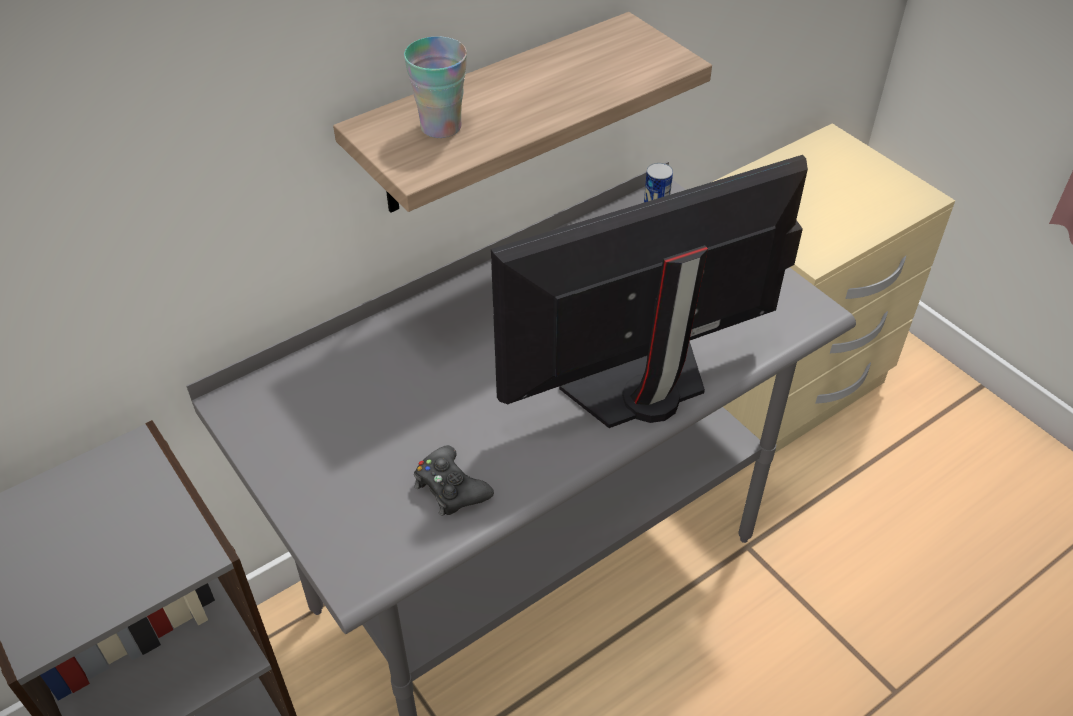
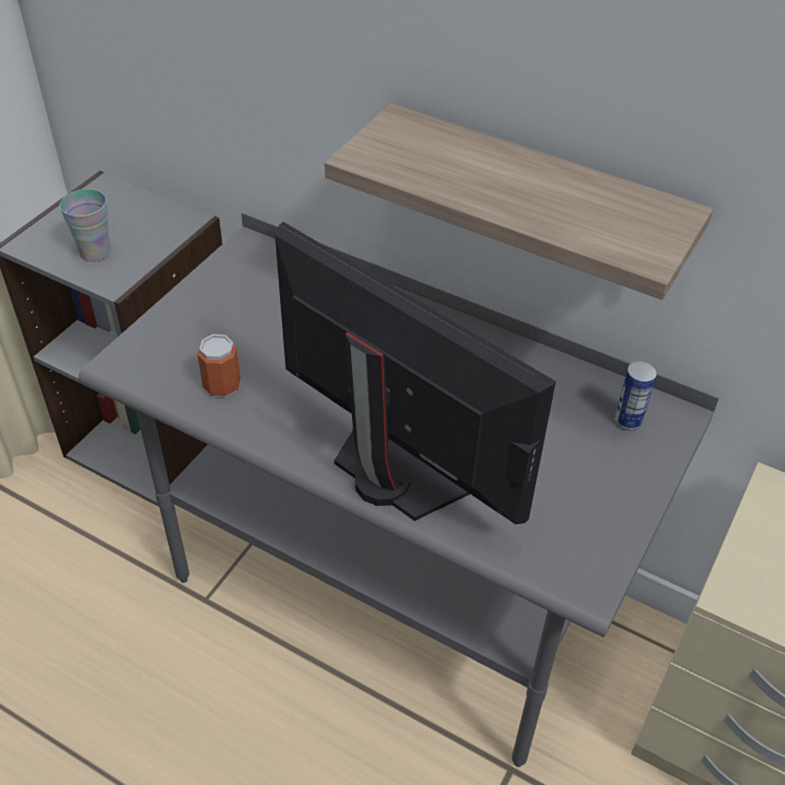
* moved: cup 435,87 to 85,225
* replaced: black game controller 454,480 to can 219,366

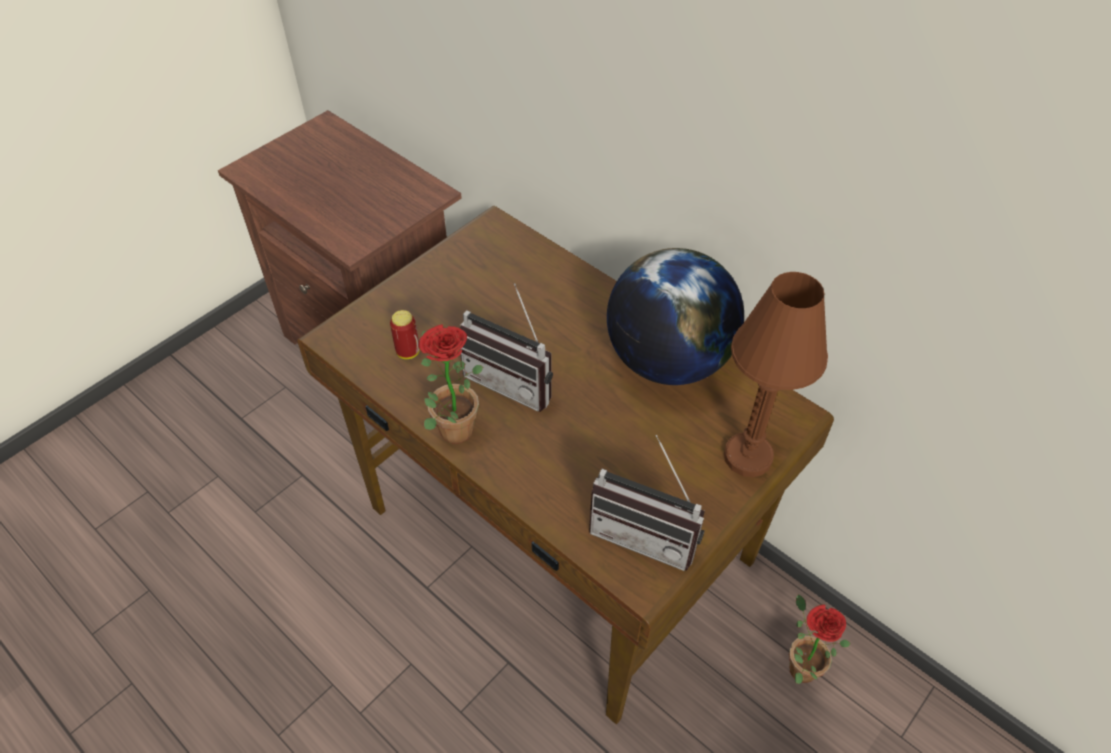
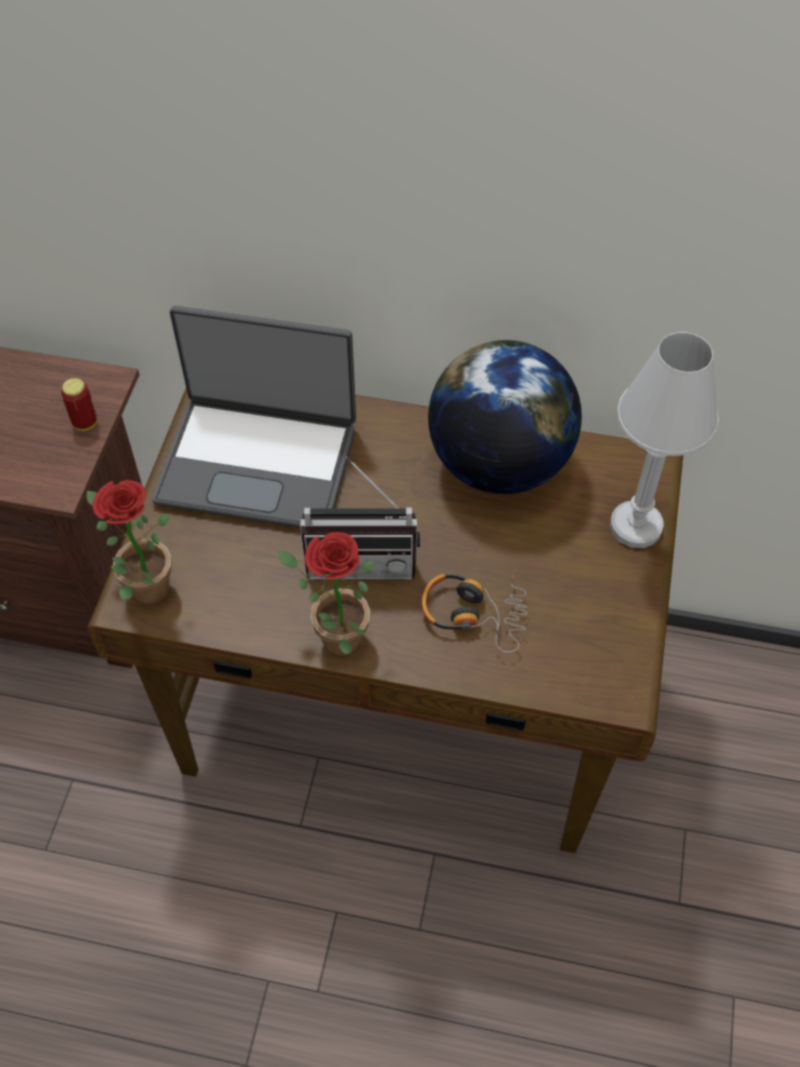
* moved: can 405,334 to 79,404
* removed: radio 647,503
* recoloured: brown table lamp 776,374 to white table lamp 664,440
* moved: potted plant 820,639 to 129,543
* added: laptop 254,417
* added: headphones 474,613

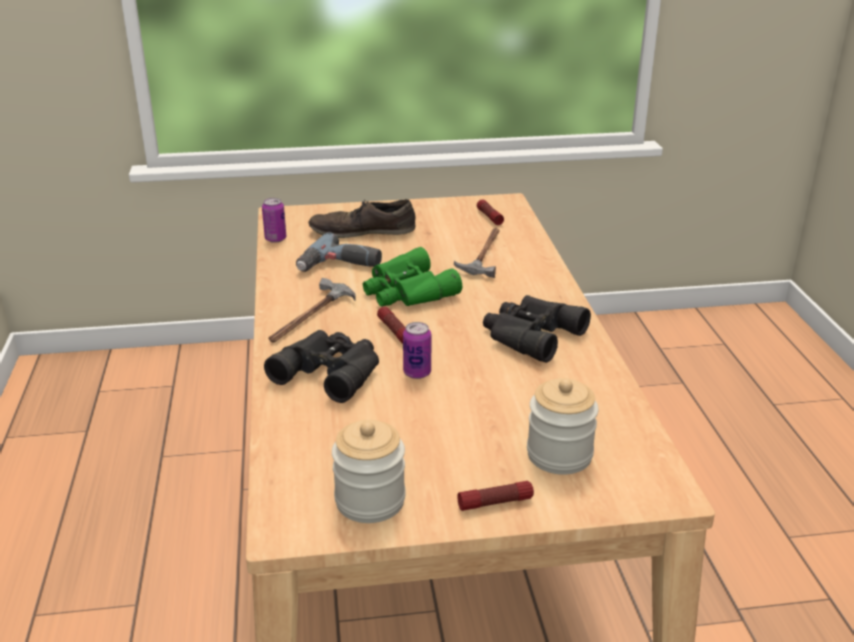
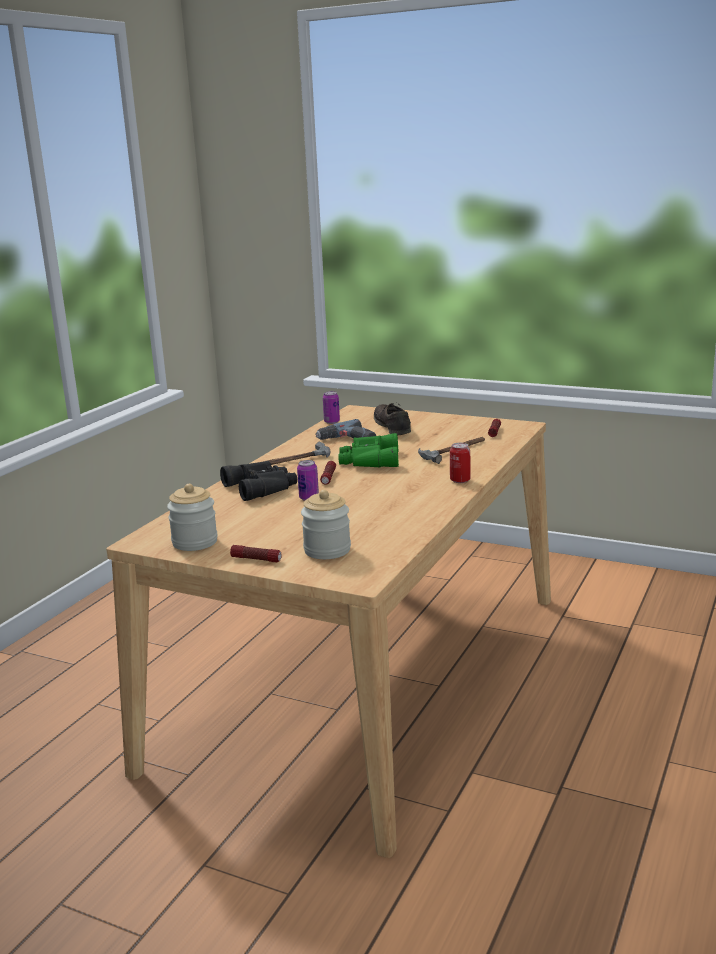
* turned: brown shoe 362,218 = 392,419 45 degrees clockwise
* removed: black binoculars 537,329
* added: can 460,463

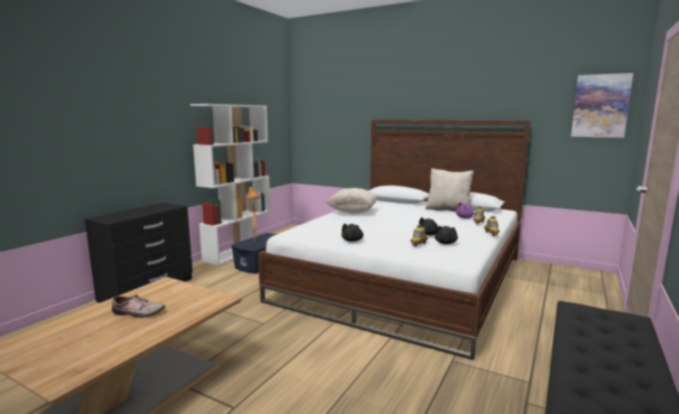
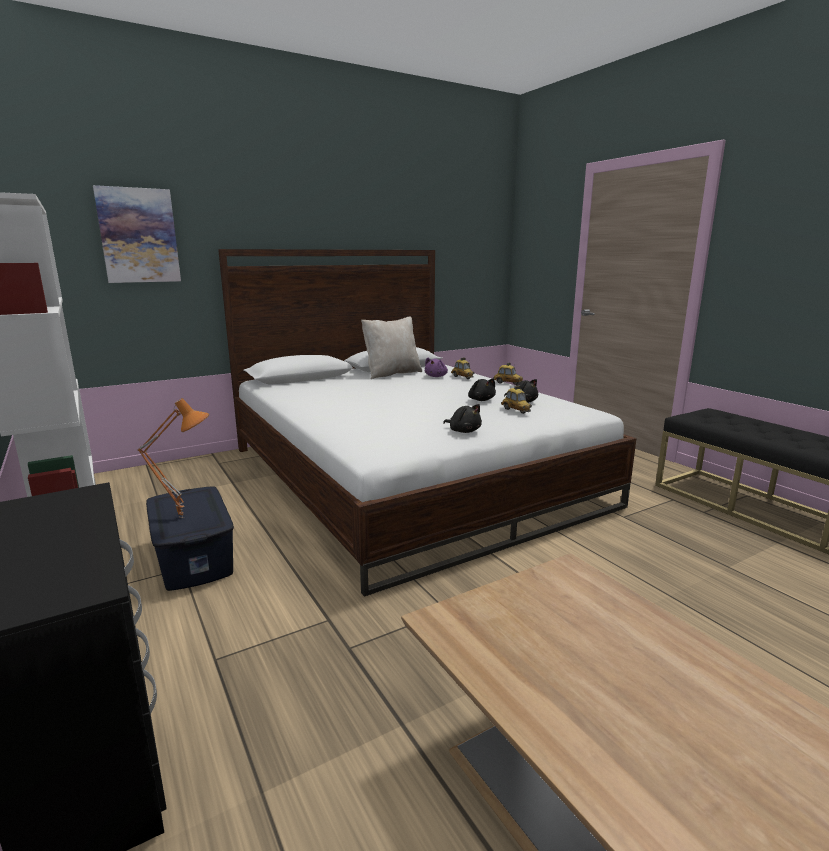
* removed: shoe 138,306
* removed: beige pillow 352,201
* moved: picture 602,105 to 137,234

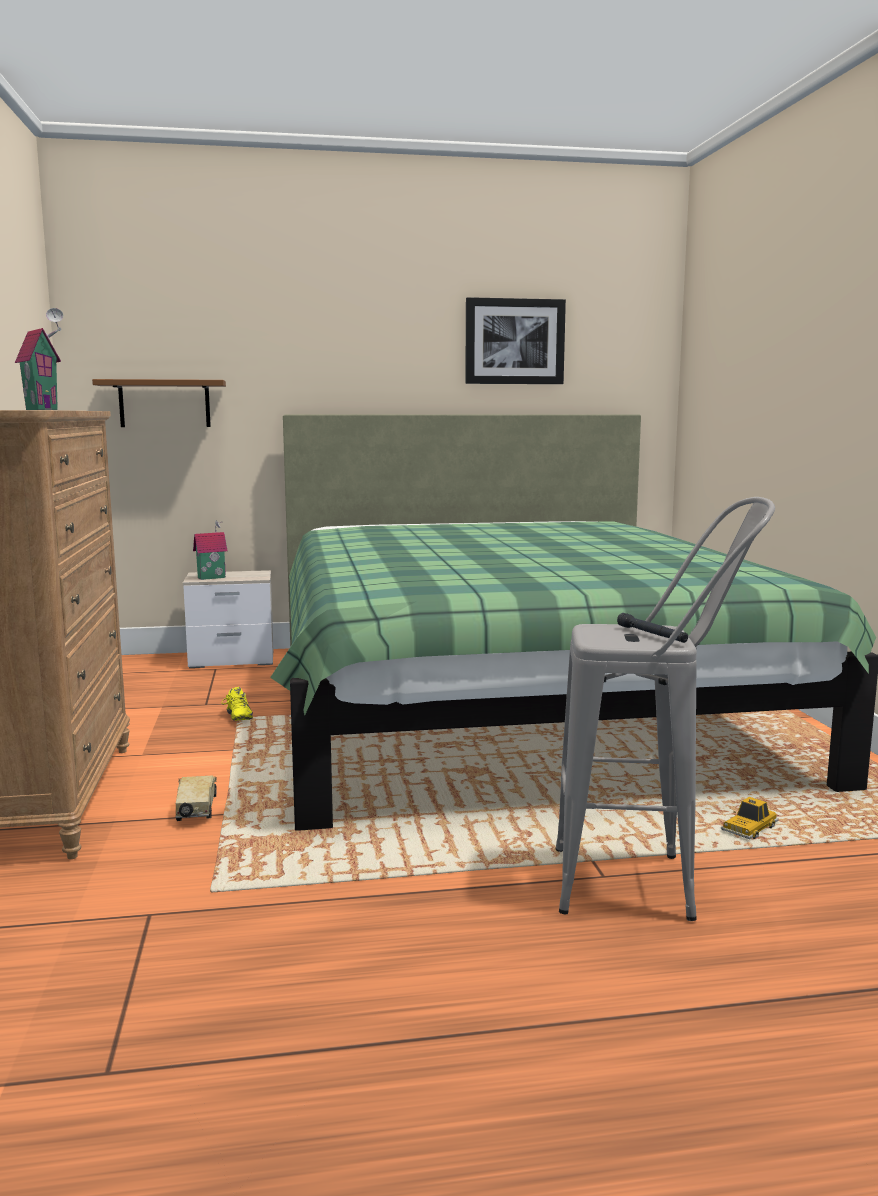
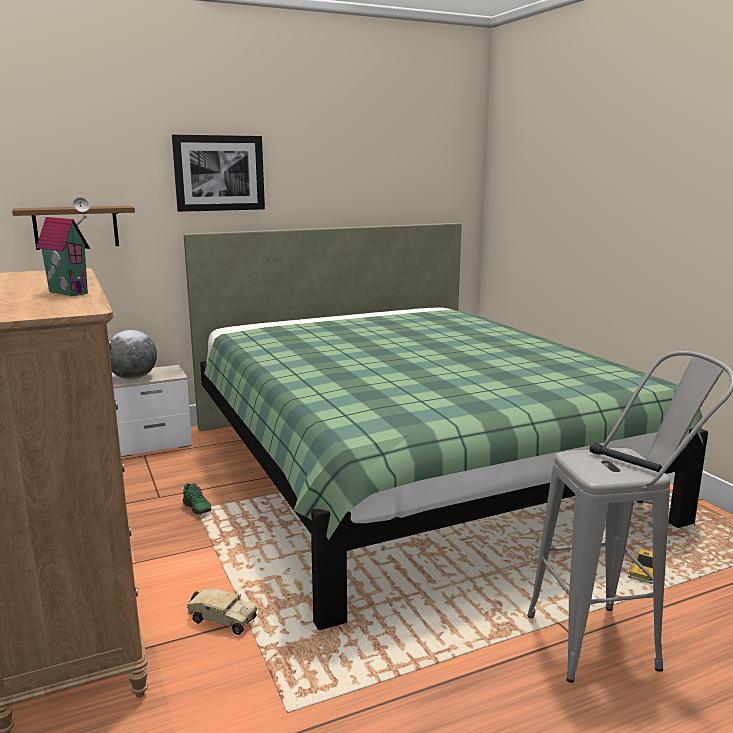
* turned: toy truck 196,798 = 222,612 135 degrees clockwise
* replaced: toy house 210,550 to globe 133,354
* recoloured: yellow shoe 237,704 to green shoe 197,498
* moved: picture 515,340 to 218,173

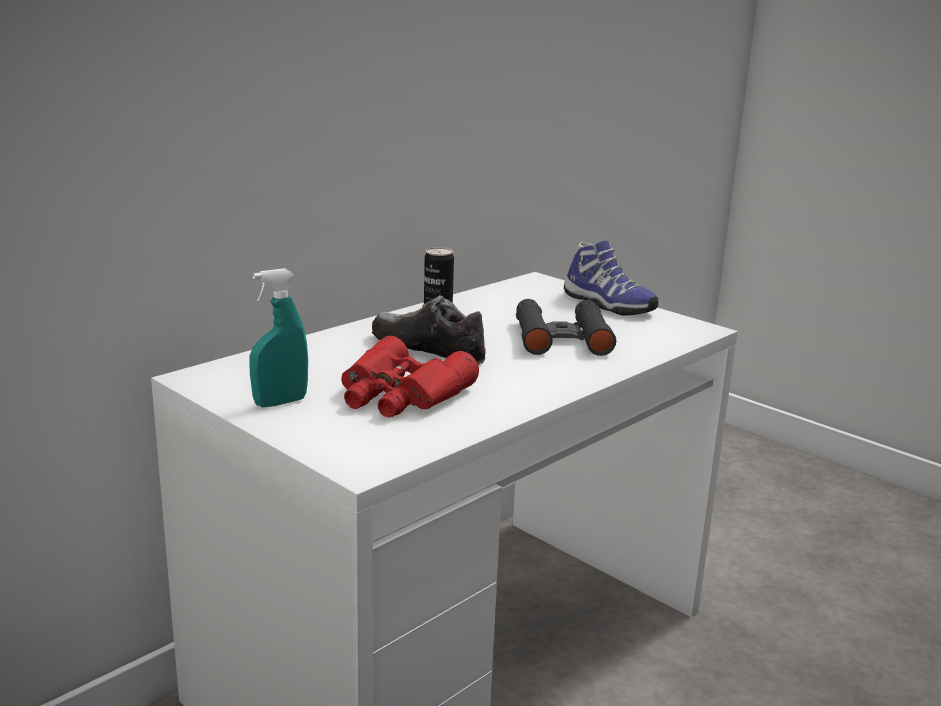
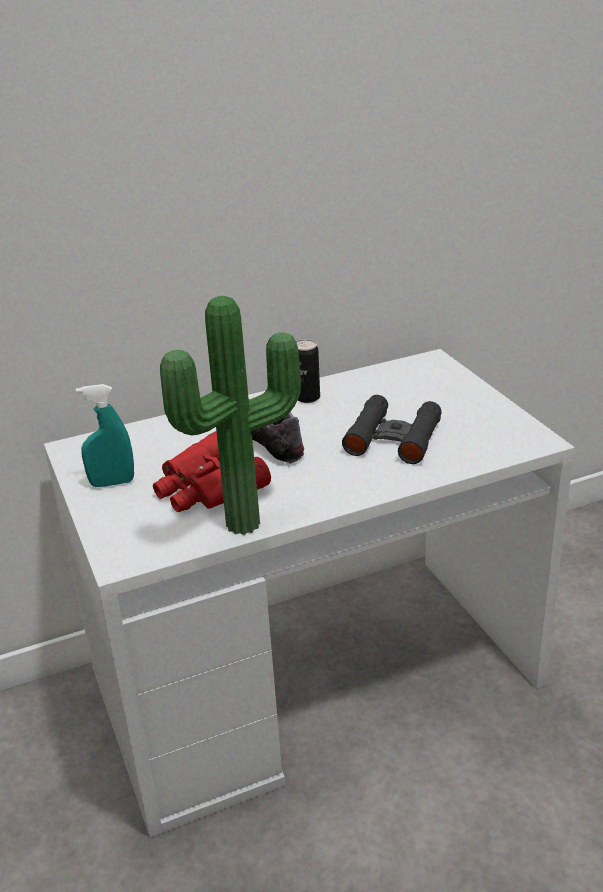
* removed: shoe 611,278
* added: potted plant 230,415

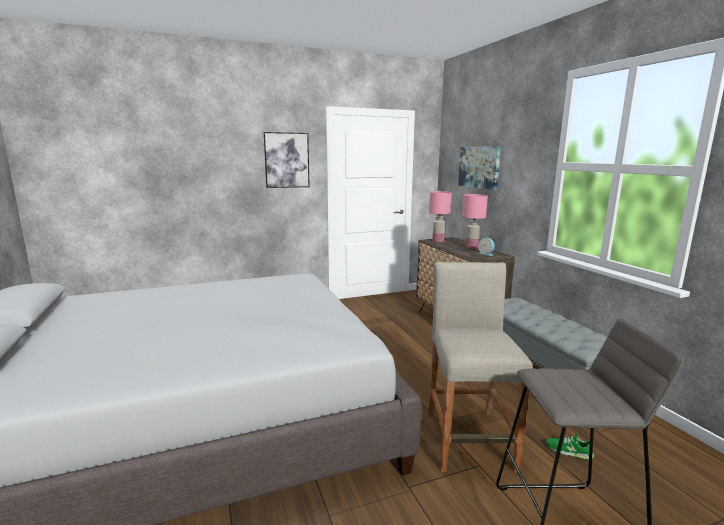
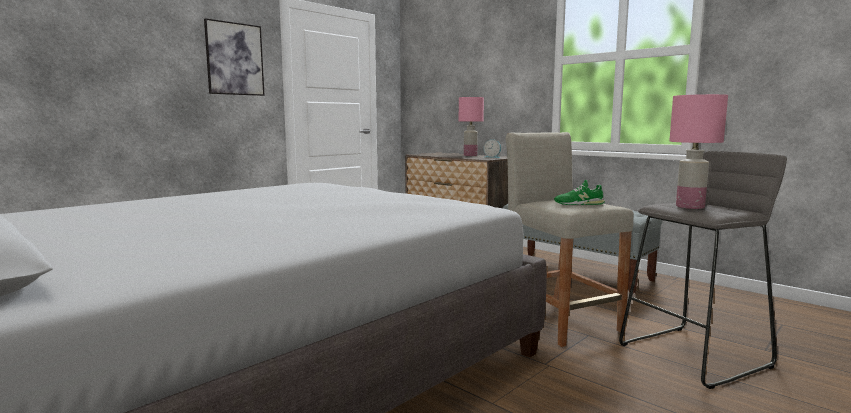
* moved: pink table lamp 440,217 to 698,151
* removed: picture 479,168
* moved: green shoe 570,447 to 579,192

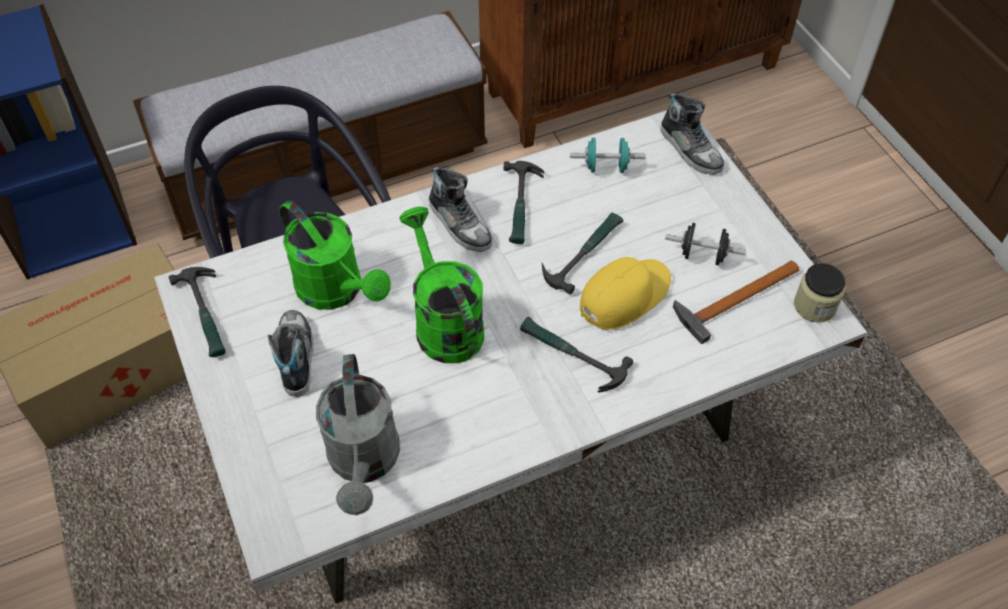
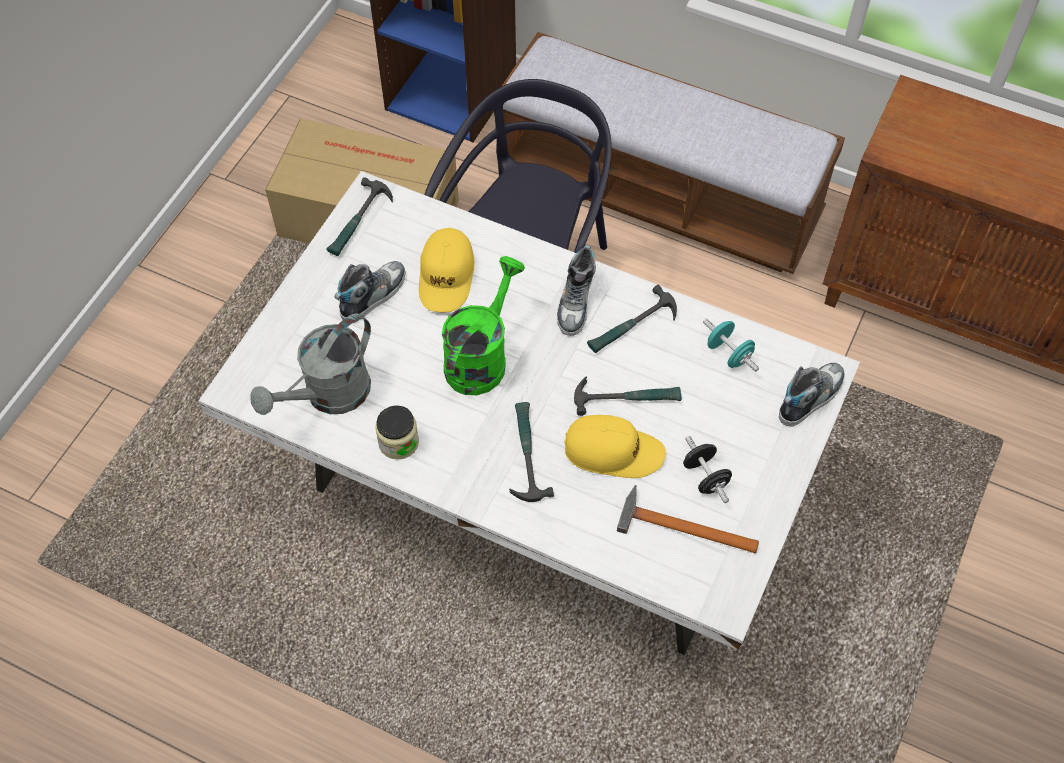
* replaced: green watering can 335,255 to yellow cap 446,270
* turned: shoe 692,134 = 812,394 150 degrees counterclockwise
* moved: jar 820,293 to 397,432

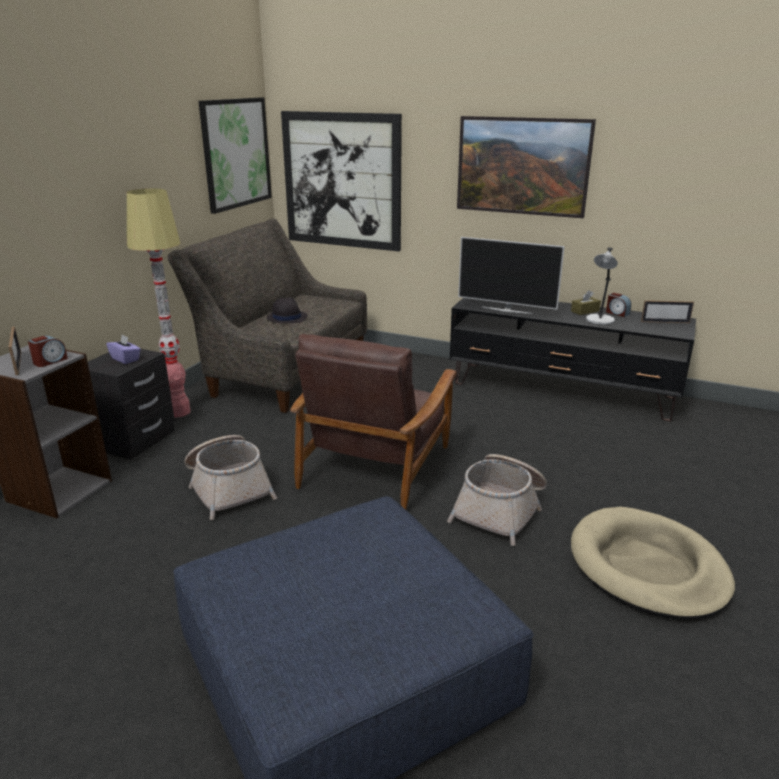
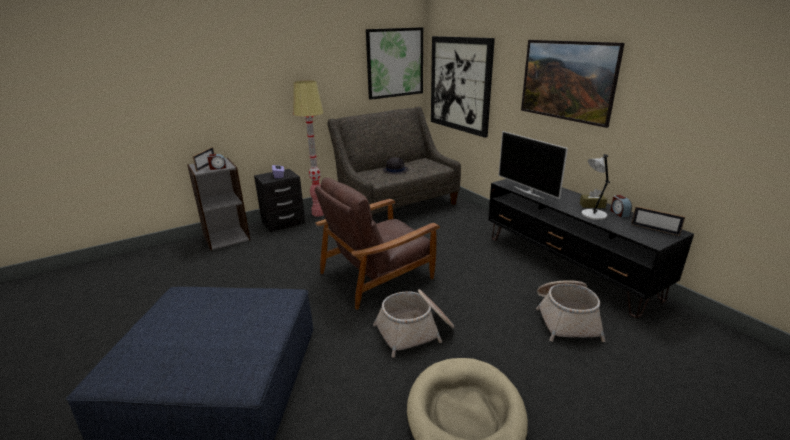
* moved: basket 230,477 to 570,311

